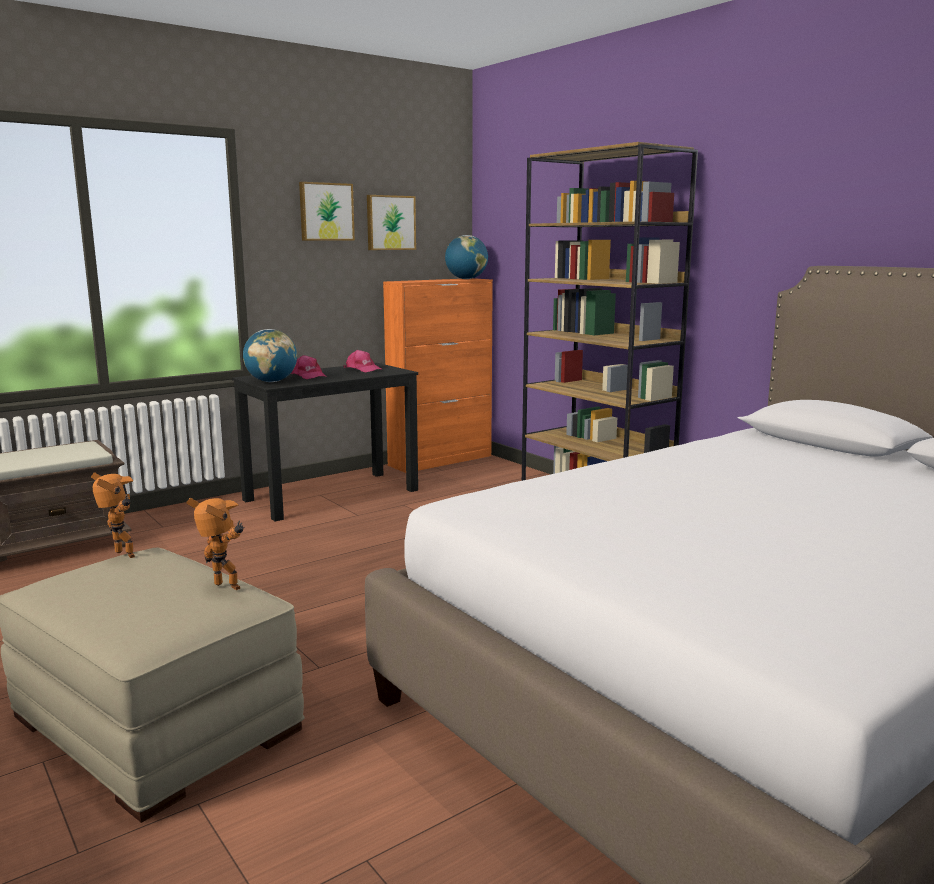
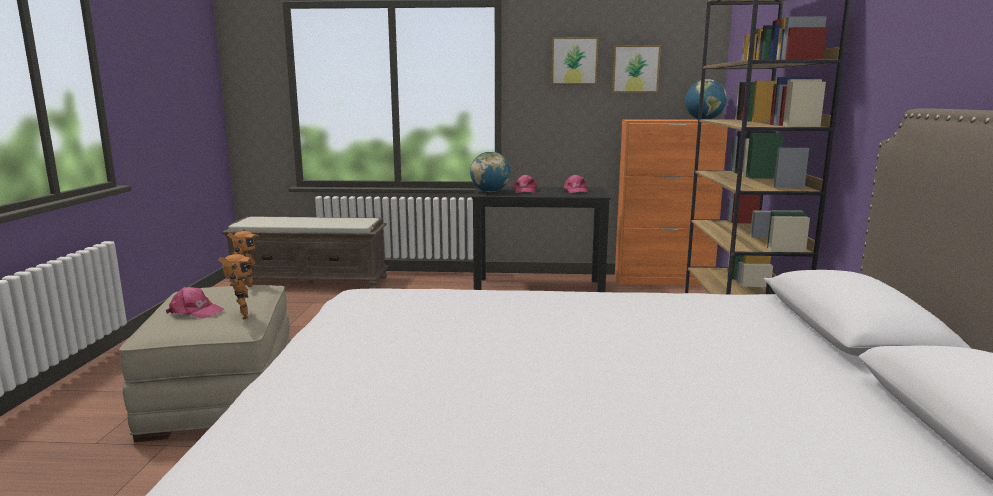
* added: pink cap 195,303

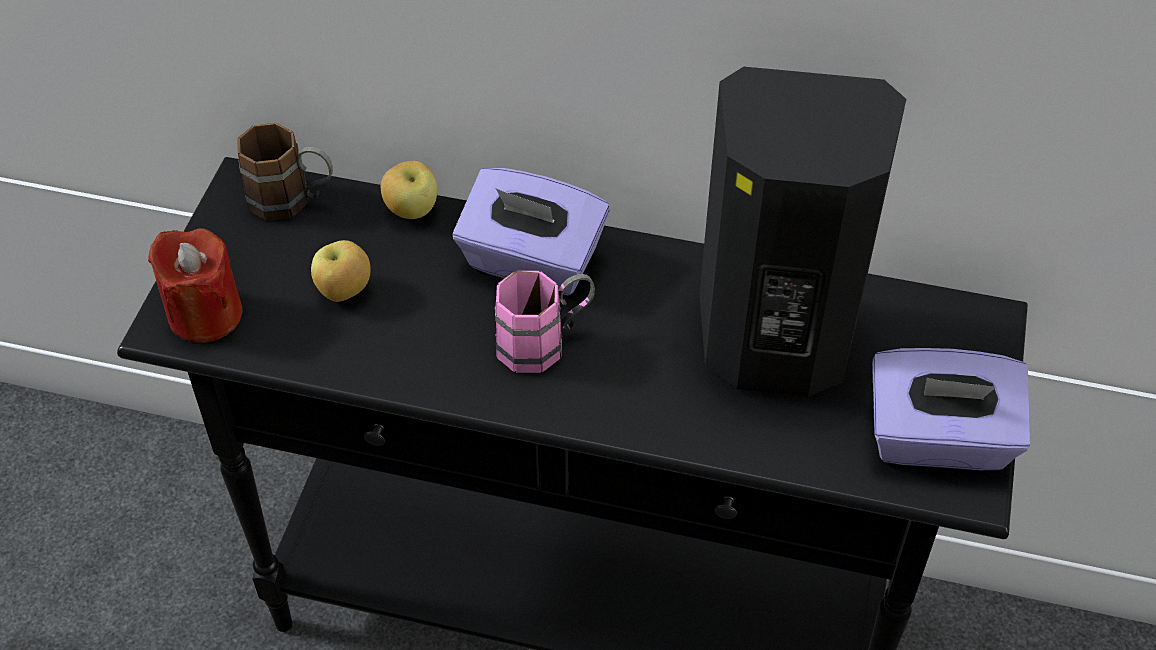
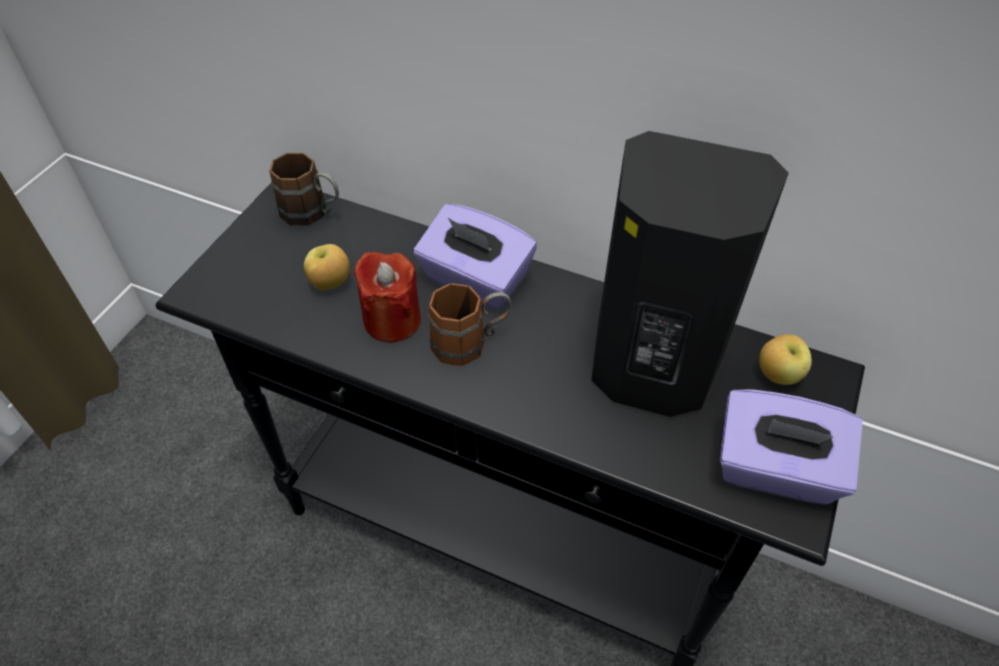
* moved: red candle 195,285 to 387,297
* moved: apple 409,190 to 785,360
* recoloured: pink mug 544,322 to brown mug 470,324

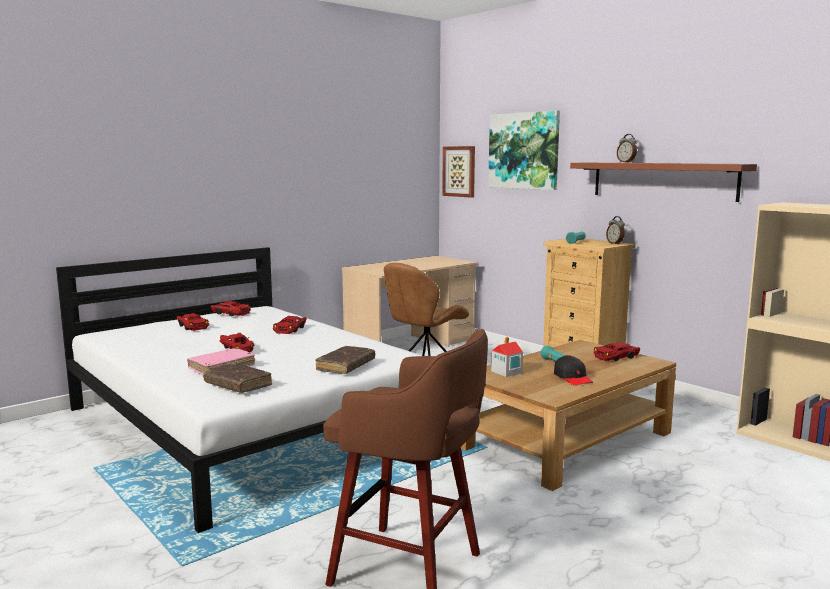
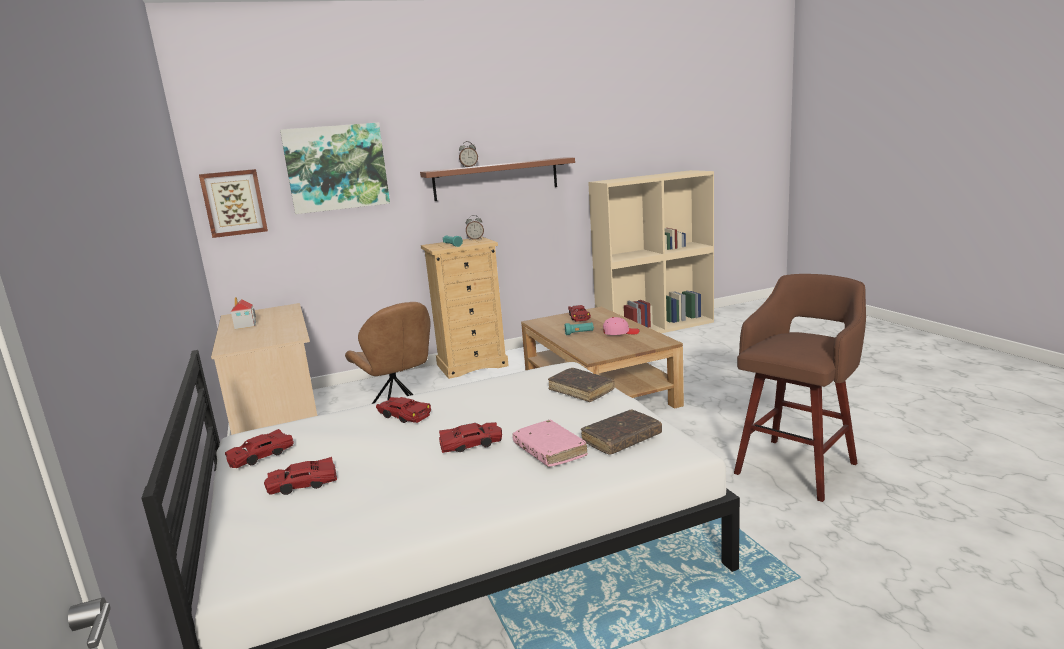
* moved: toy house 507,357 to 243,313
* recoloured: black cap 573,370 to pink cap 621,326

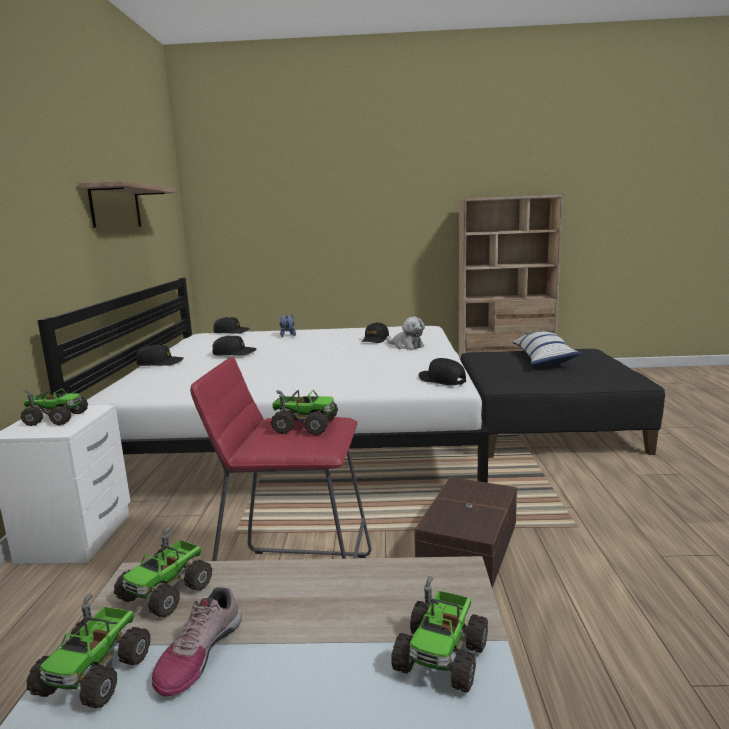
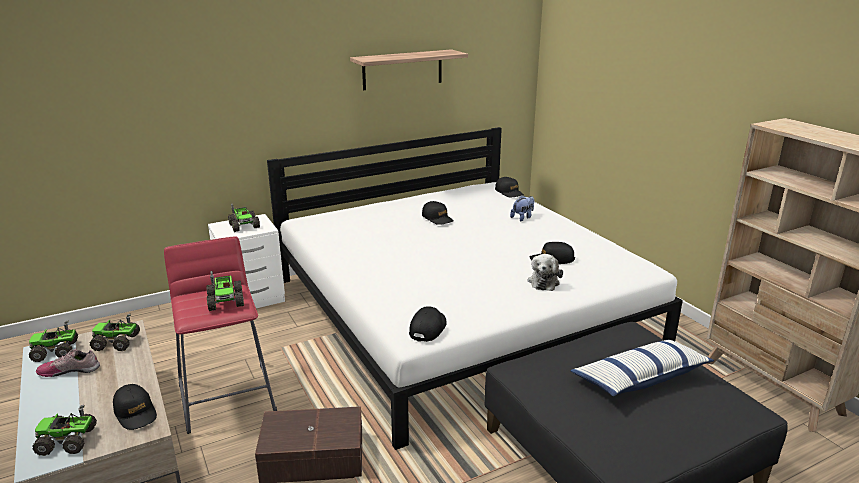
* moved: black cap 160,355 to 135,407

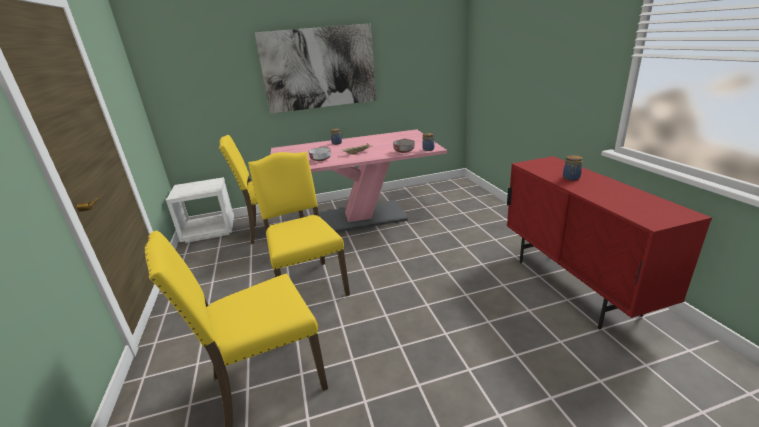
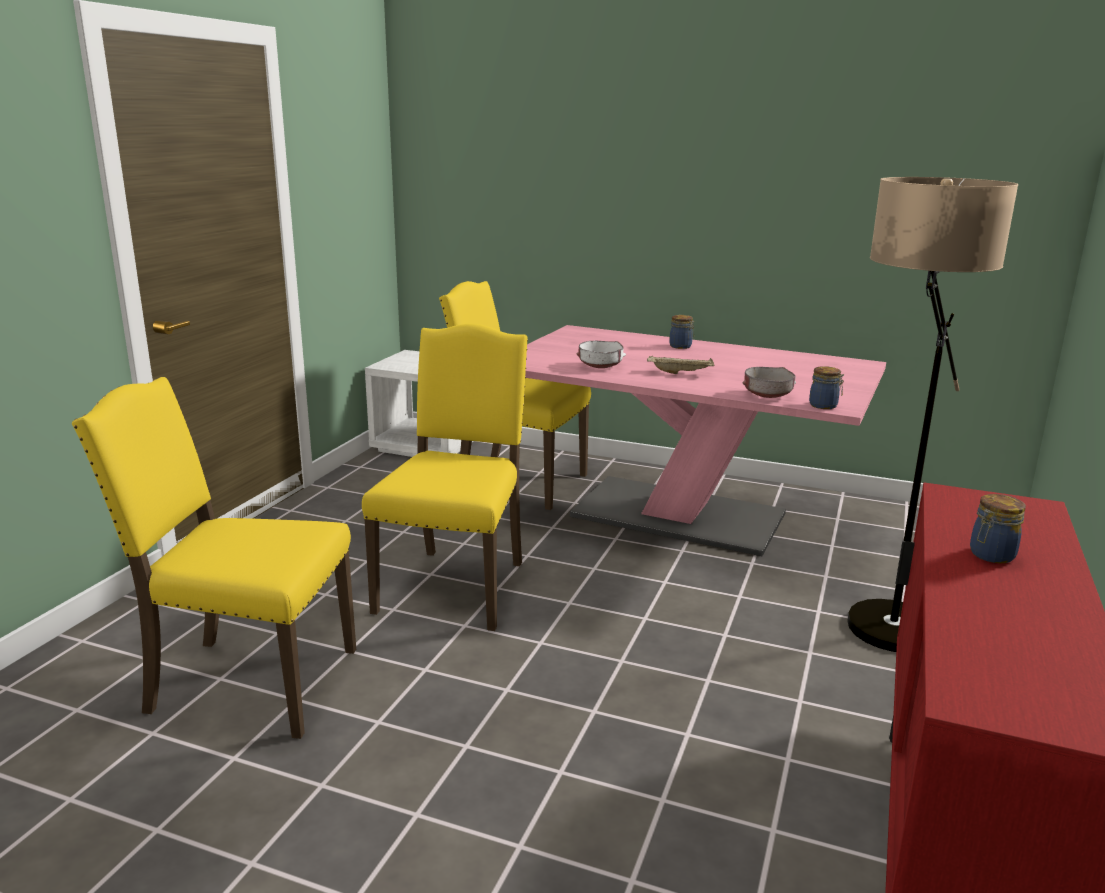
* removed: picture 315,68
* added: floor lamp 933,414

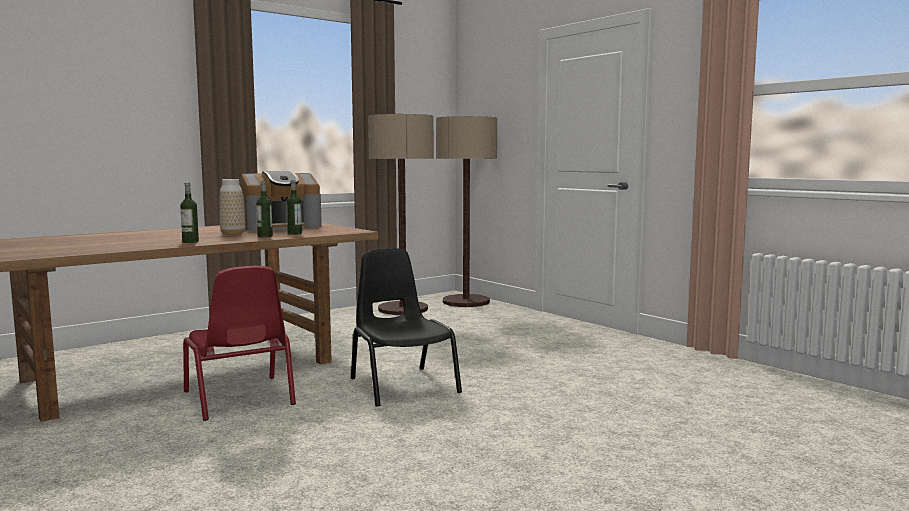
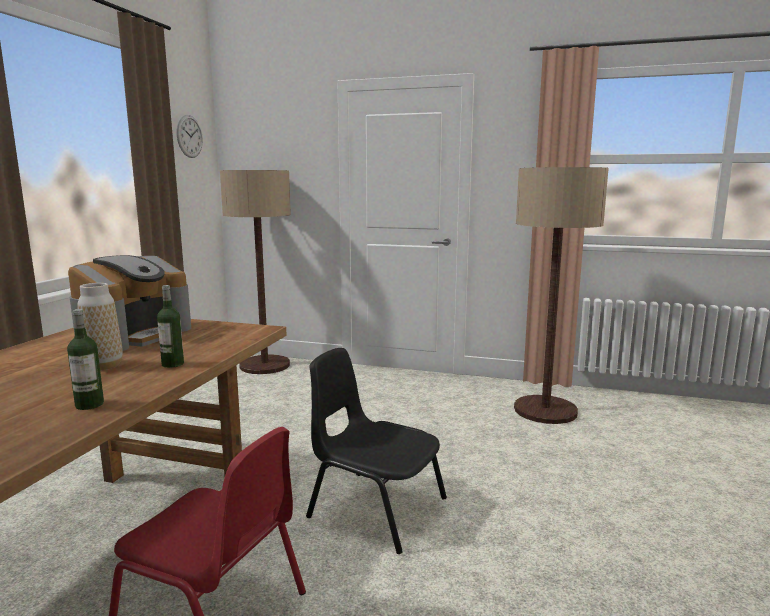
* removed: bottle 294,207
* moved: floor lamp 401,214 to 561,295
* added: wall clock 190,136

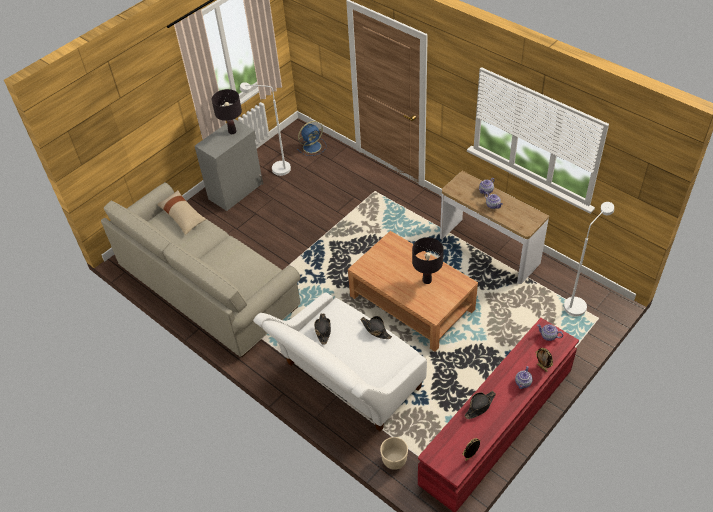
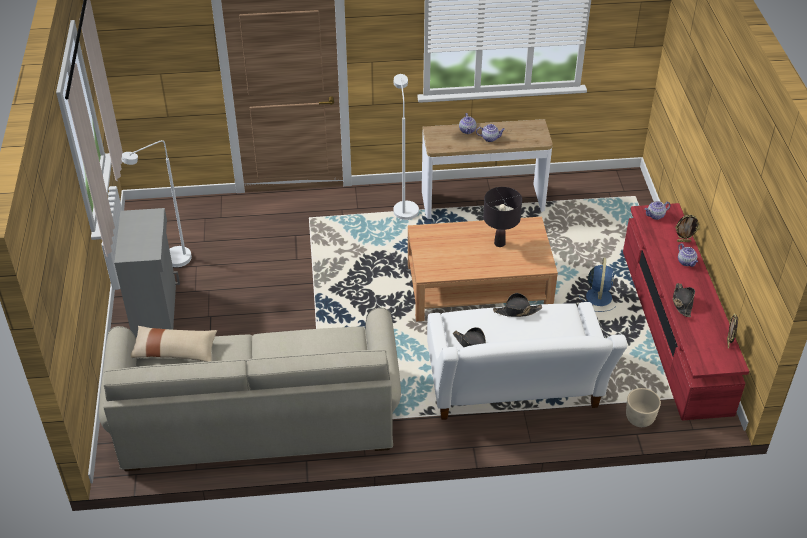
* removed: black table lamp 227,111
* moved: blue fan 311,138 to 597,284
* moved: white floor lamp 589,259 to 406,147

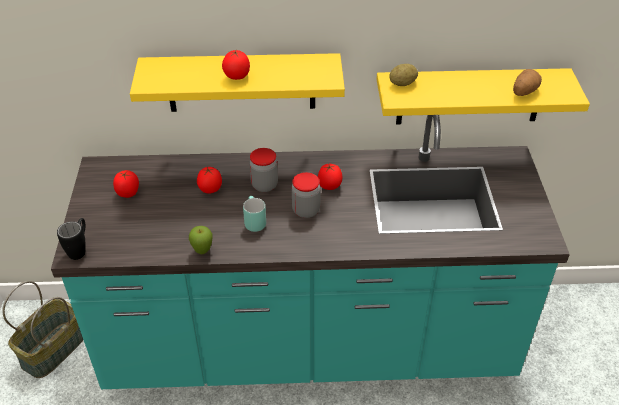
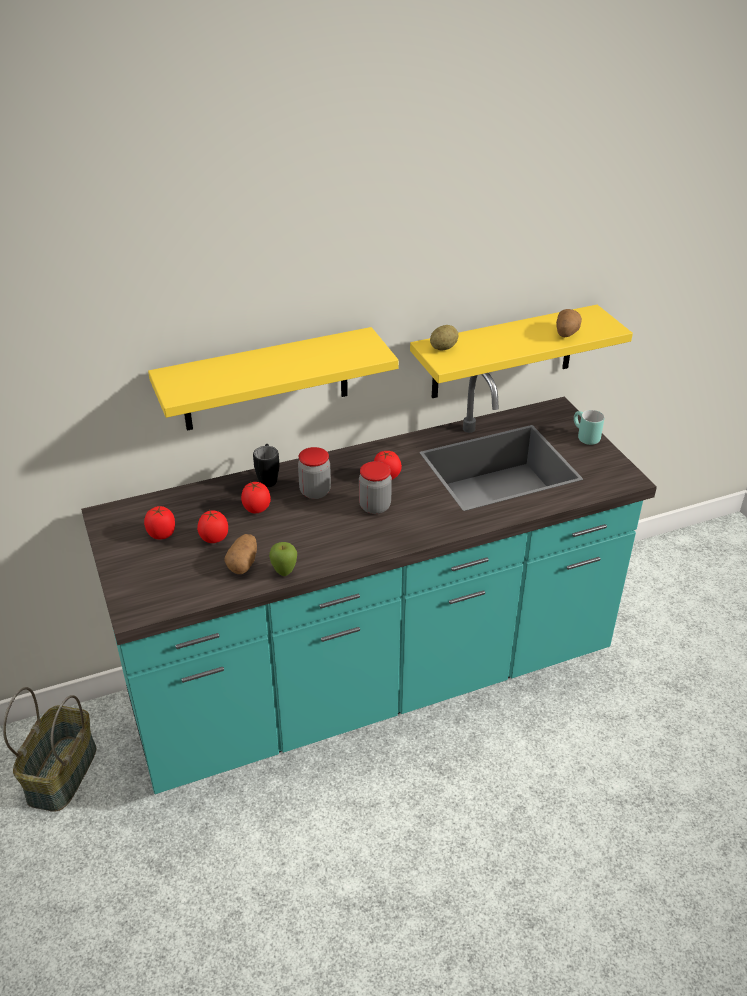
* moved: black mug 71,239 to 266,465
* moved: tomato 236,65 to 212,526
* moved: turquoise mug 254,214 to 589,427
* added: potato 241,554

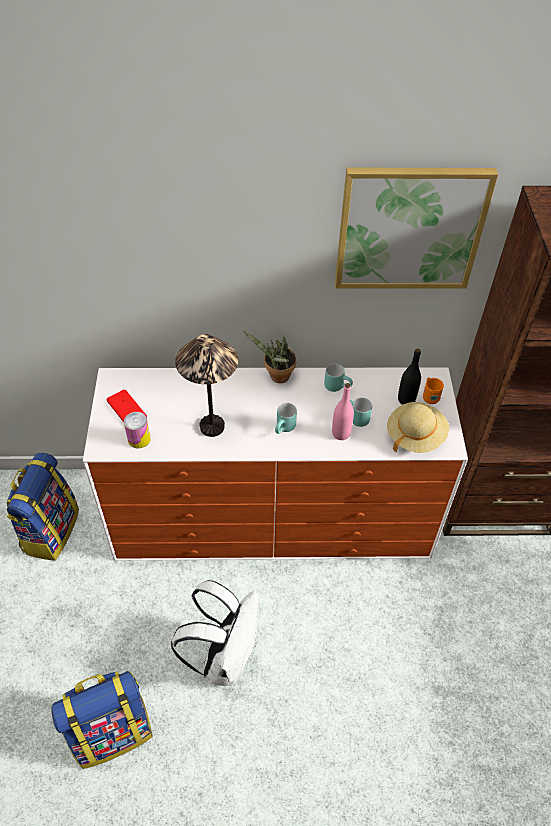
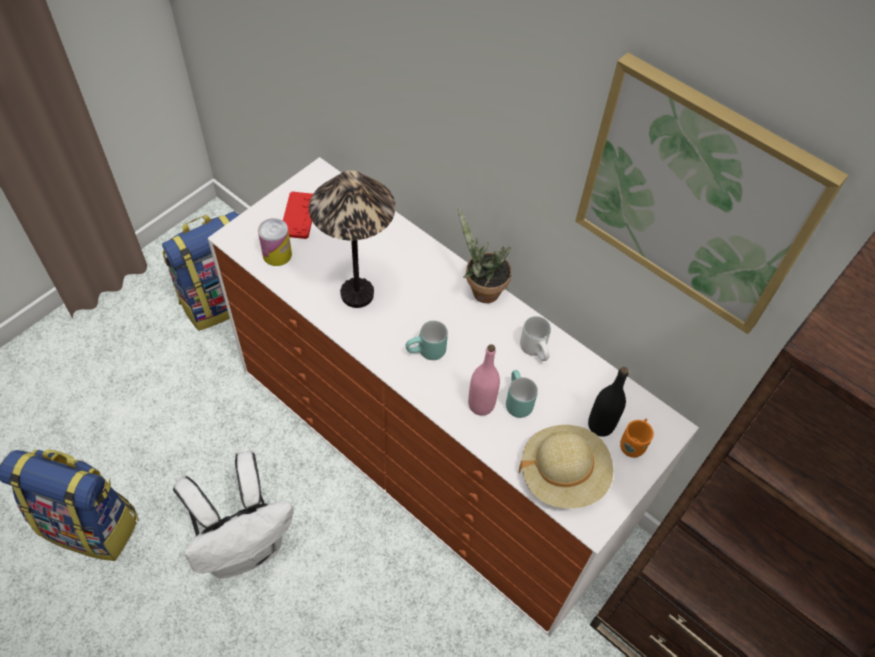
* recoloured: turquoise mug 338,377 to white mug 535,338

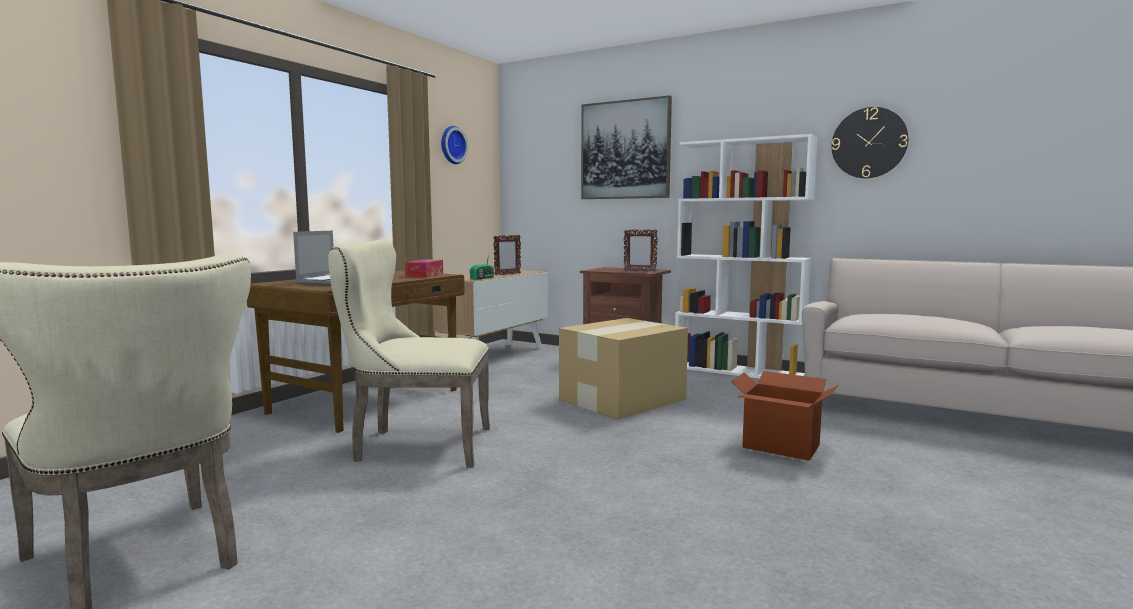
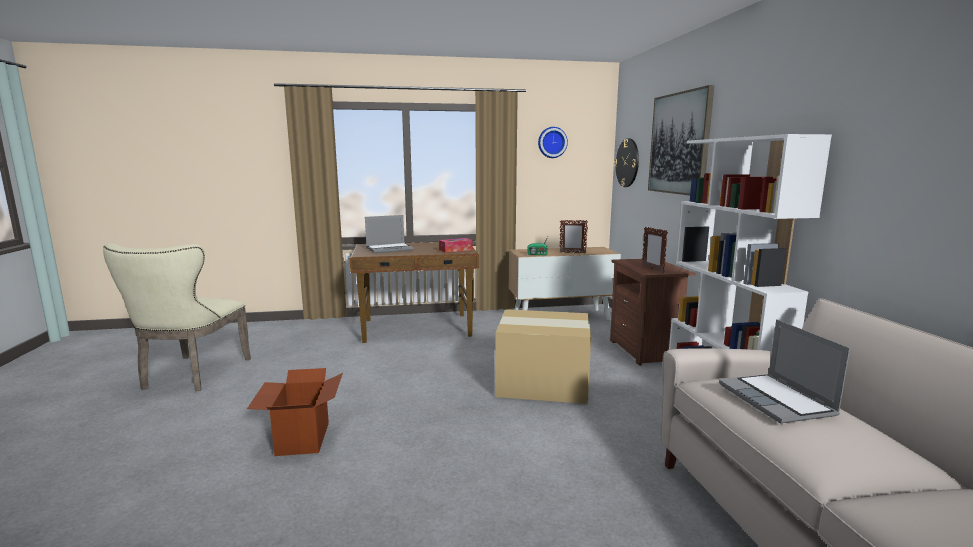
* removed: beige chair 409,354
* moved: cardboard box 784,416 to 295,412
* moved: wall clock 870,142 to 626,162
* added: laptop 784,371

